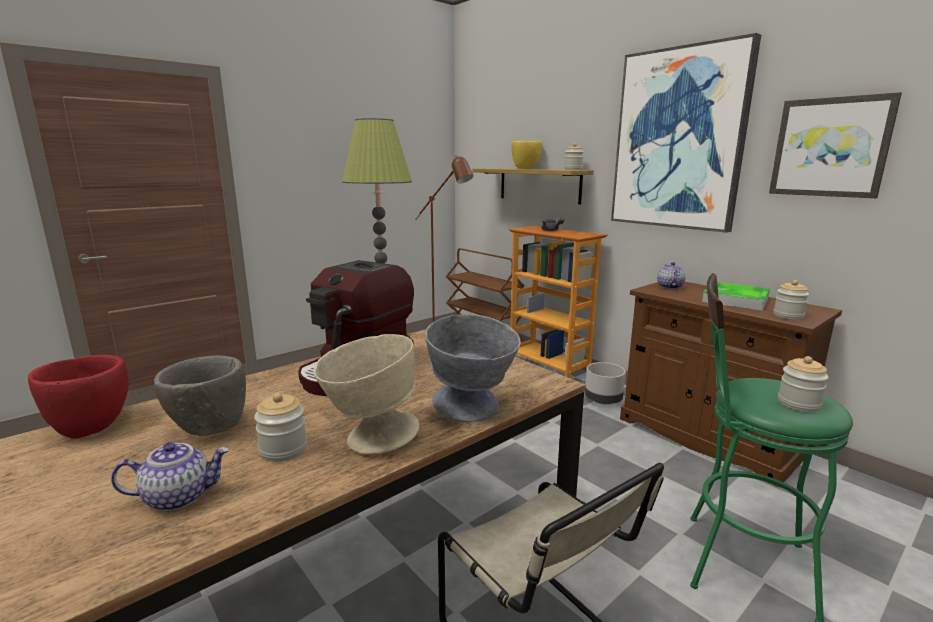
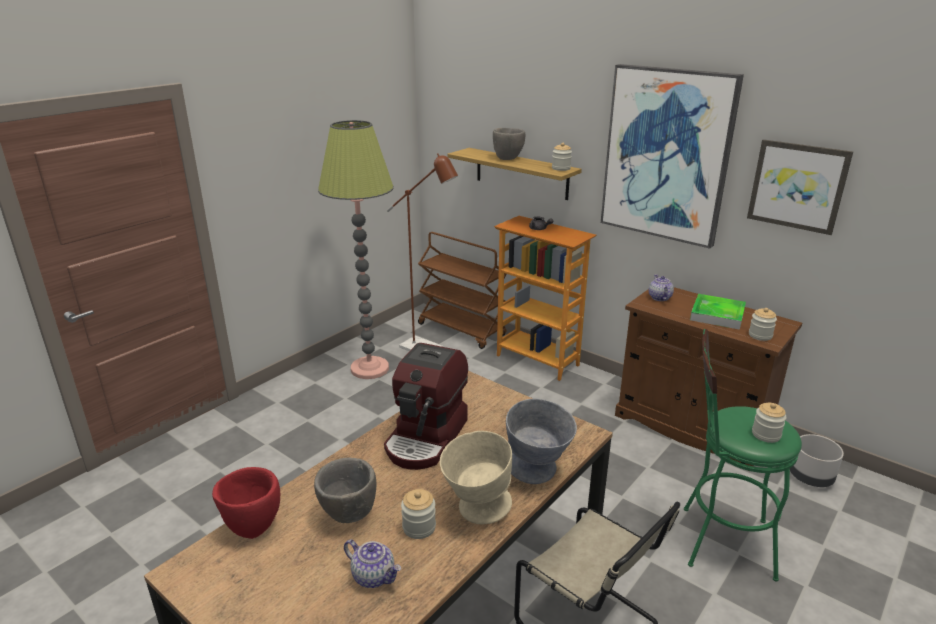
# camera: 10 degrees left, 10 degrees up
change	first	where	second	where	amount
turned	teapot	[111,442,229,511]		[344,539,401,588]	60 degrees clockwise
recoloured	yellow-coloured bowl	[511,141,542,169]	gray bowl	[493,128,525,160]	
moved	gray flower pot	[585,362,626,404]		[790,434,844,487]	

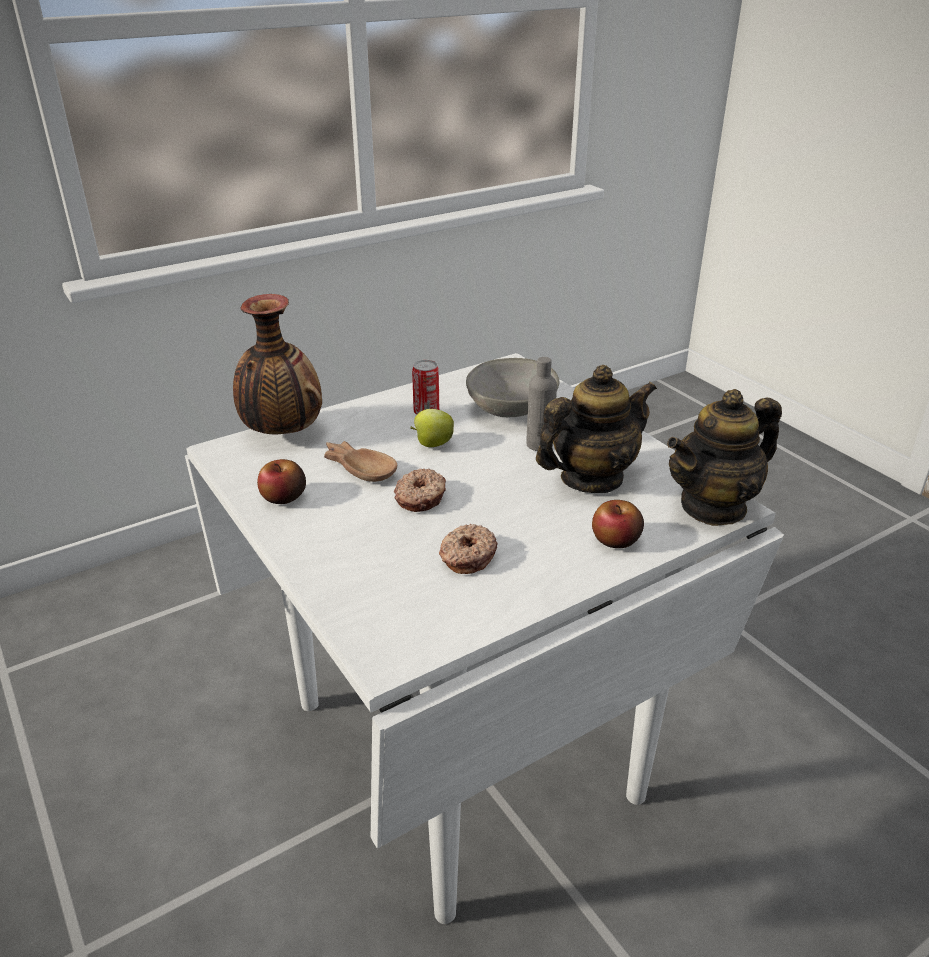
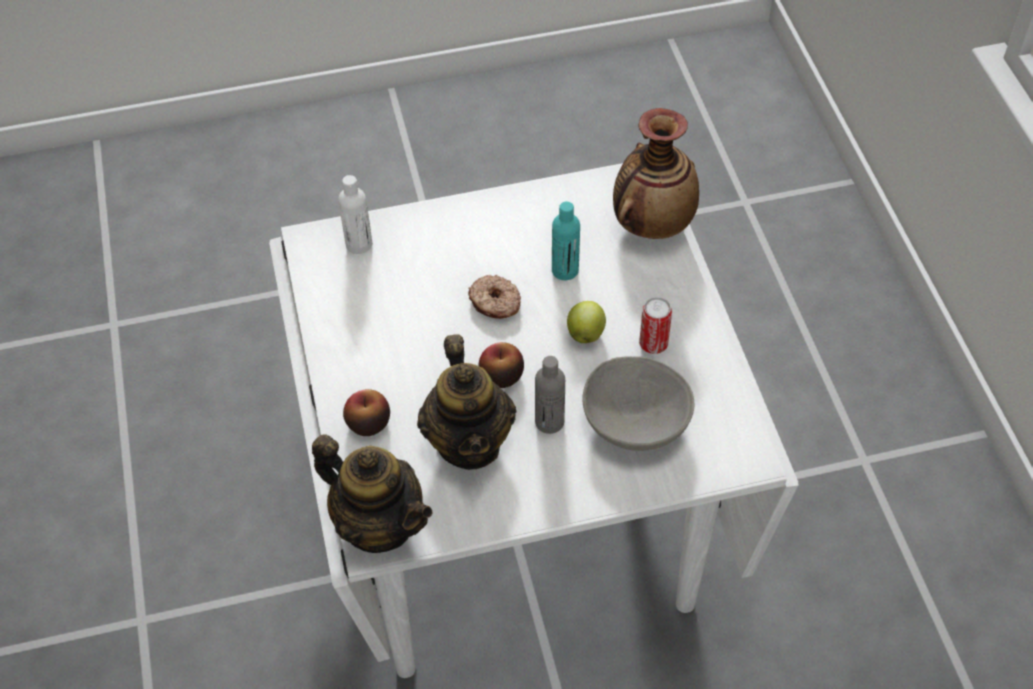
# camera: 110 degrees right, 20 degrees up
change	first	where	second	where	amount
turned	teapot	[667,389,782,526]		[312,434,432,553]	135 degrees clockwise
added			whitish beverage bottle	[338,175,372,254]	
moved	whole apple	[257,459,306,504]		[479,342,524,388]	
replaced	brown-coloured bowl	[324,441,397,482]	blue-green beverage bottle	[552,202,580,280]	
removed	doughnut	[439,524,498,574]			

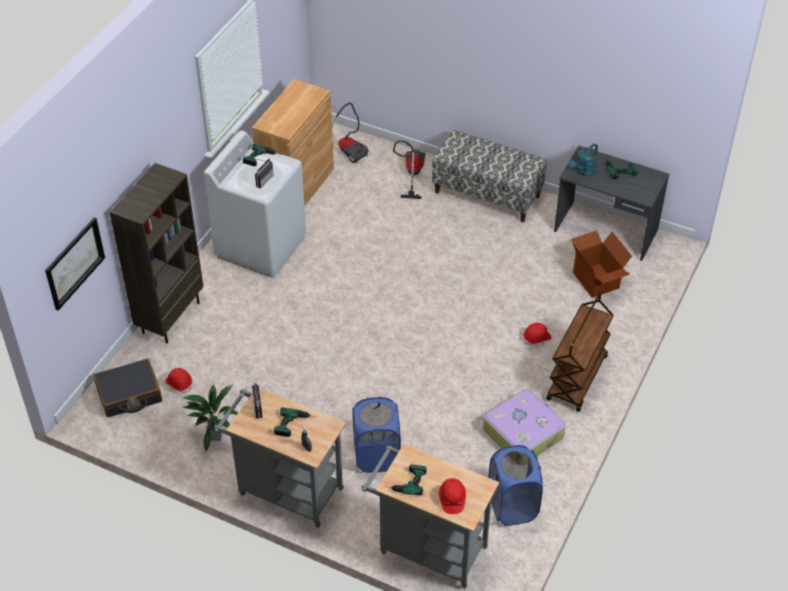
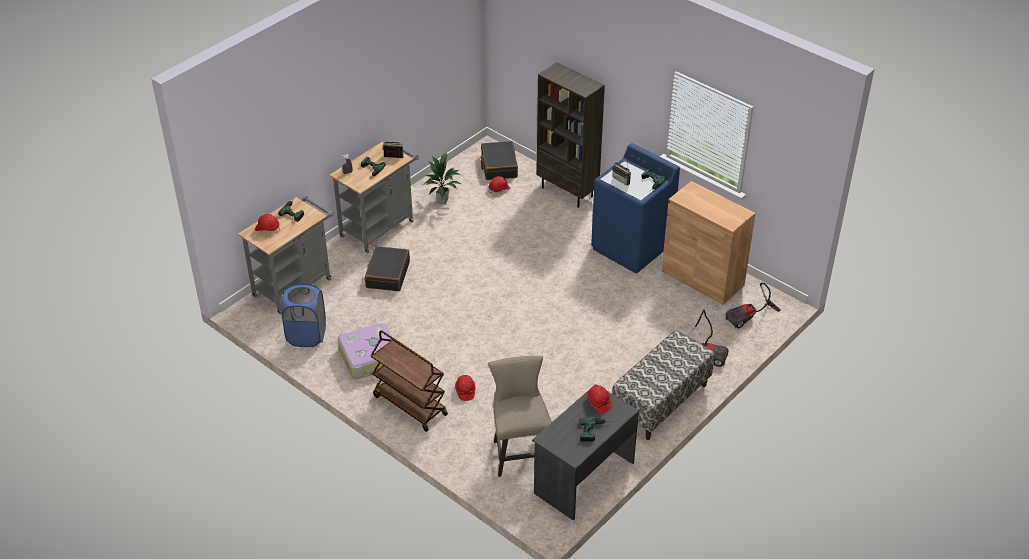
# camera: 105 degrees right, 5 degrees down
change	first	where	second	where	amount
replaced	blue laundry basket	[353,397,401,473]	black-coloured piece of luggage	[365,246,410,291]	
replaced	cardboard box	[571,230,632,298]	beige stool seat	[488,356,552,477]	
replaced	blue-green watering can	[568,144,598,176]	red-coloured work helmet	[586,385,612,413]	
recoloured	whitish laundry appliance	[204,130,306,278]	blue laundry appliance	[591,143,680,273]	
removed	picture	[45,217,105,311]			

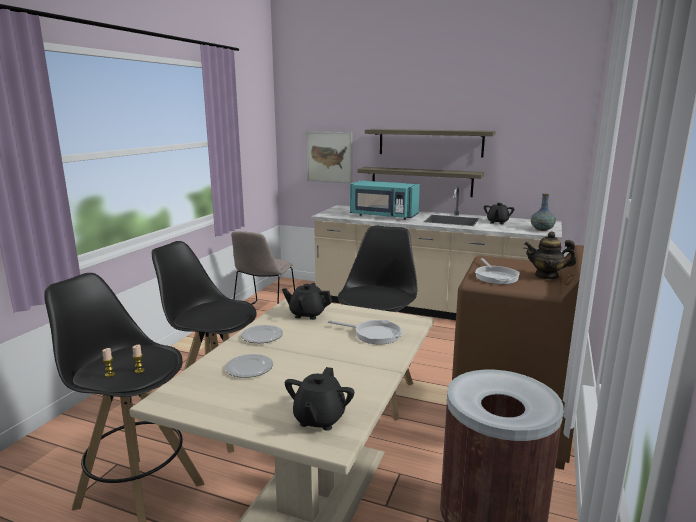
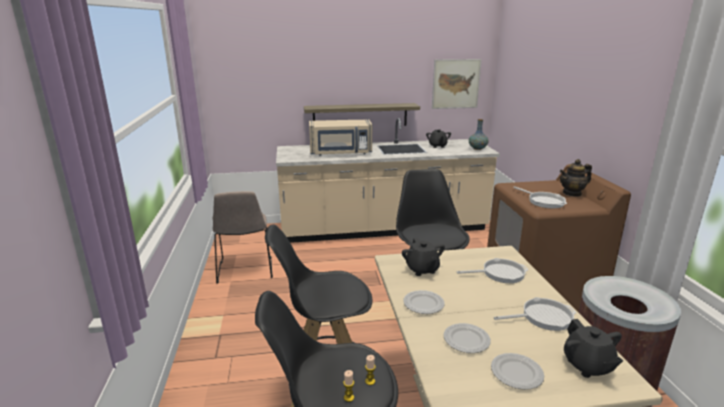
# camera: 30 degrees left, 5 degrees up
change	first	where	second	where	amount
recoloured	blue-green microwave	[350,181,420,220]	beige microwave	[309,119,372,156]	
turned	black-coloured teapot	[282,283,332,320]		[402,238,445,276]	90 degrees counterclockwise
moved	picture	[306,132,352,184]		[432,59,482,109]	
added			plate	[491,353,544,390]	
added			pan	[494,297,576,331]	
removed	wall shelf	[365,129,496,158]			

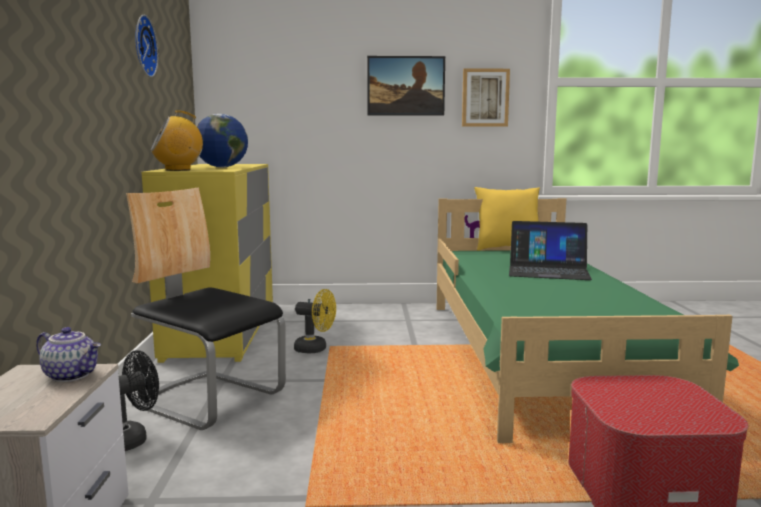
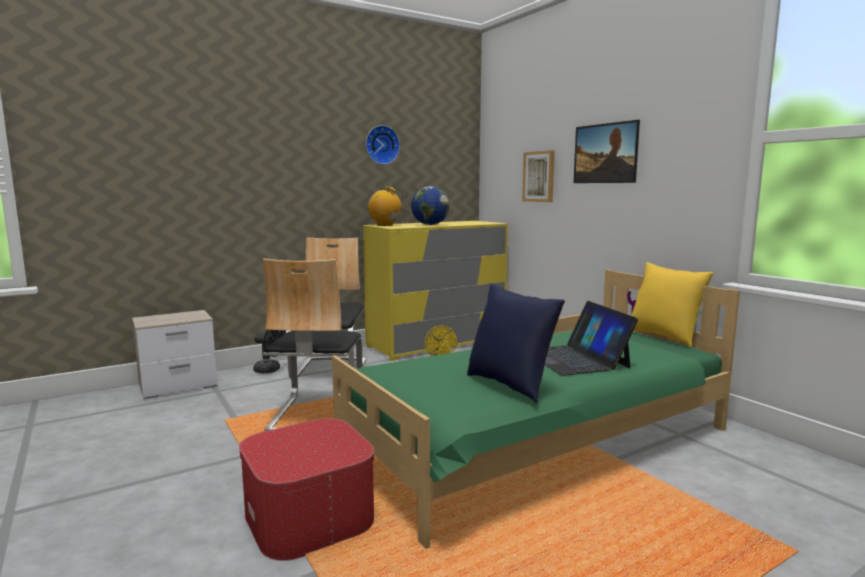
# camera: 60 degrees right, 0 degrees up
change	first	where	second	where	amount
added			upright chair	[263,259,362,431]	
added			blue throw pillow	[467,284,565,403]	
moved	picture	[462,68,510,127]		[522,150,555,202]	
removed	teapot	[36,327,101,382]			

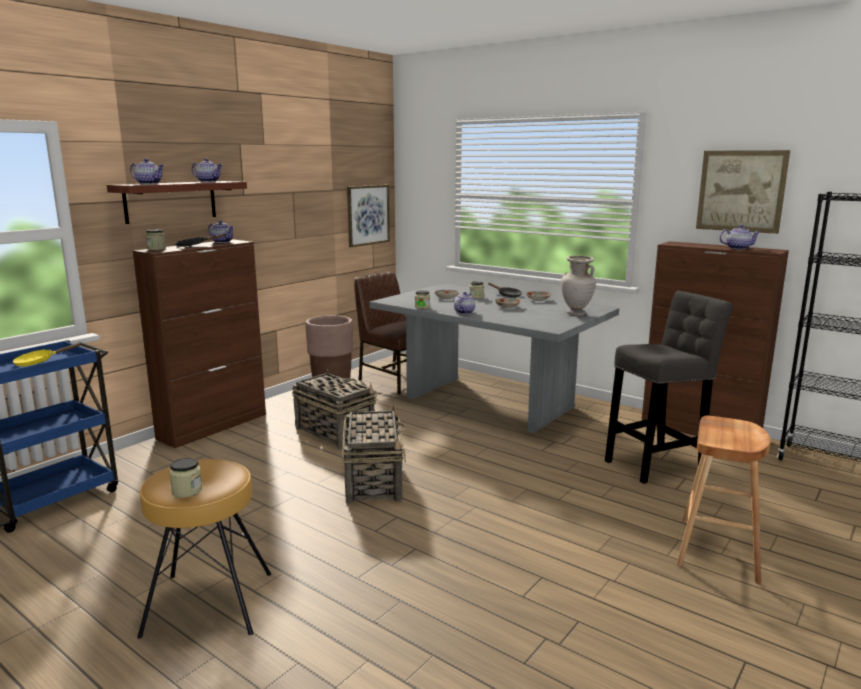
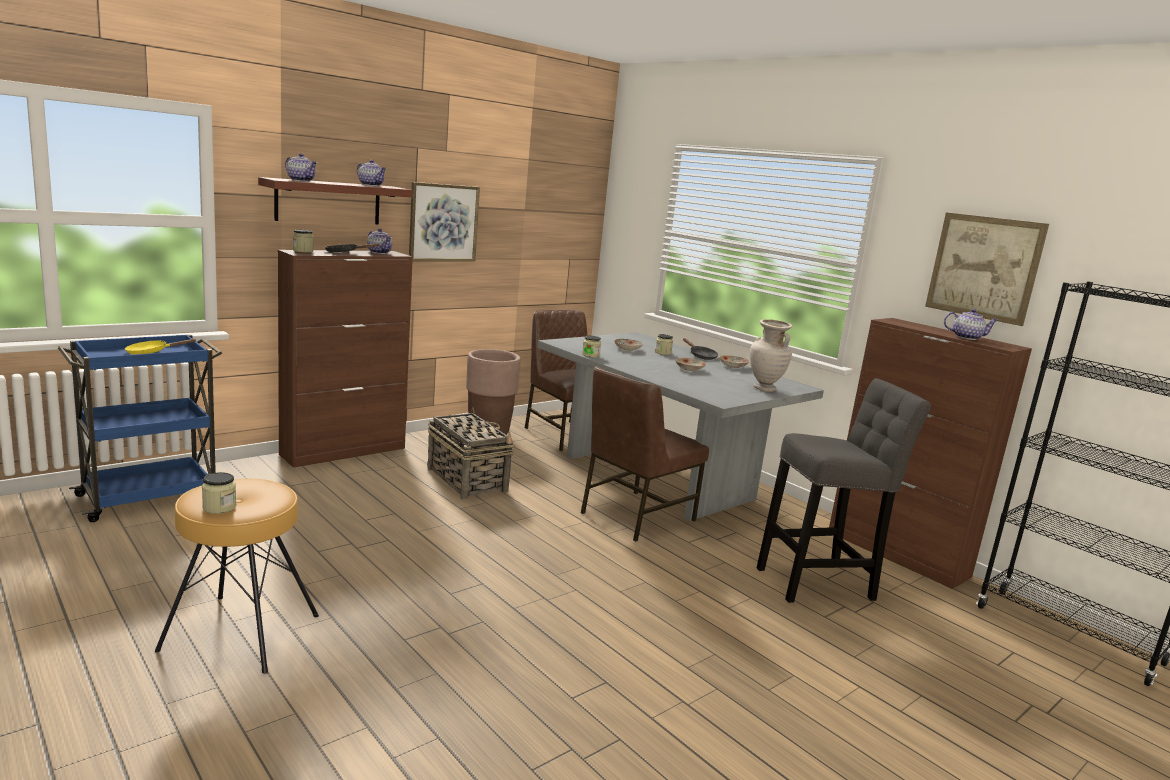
# camera: 10 degrees right, 0 degrees up
change	first	where	second	where	amount
moved	picture	[347,185,390,247]		[409,182,480,262]	
added			brown-coloured upright chair	[581,366,709,542]	
removed	household basket	[342,405,407,504]			
removed	teapot	[454,292,475,314]			
removed	brown-coloured stool seat	[676,416,771,584]			

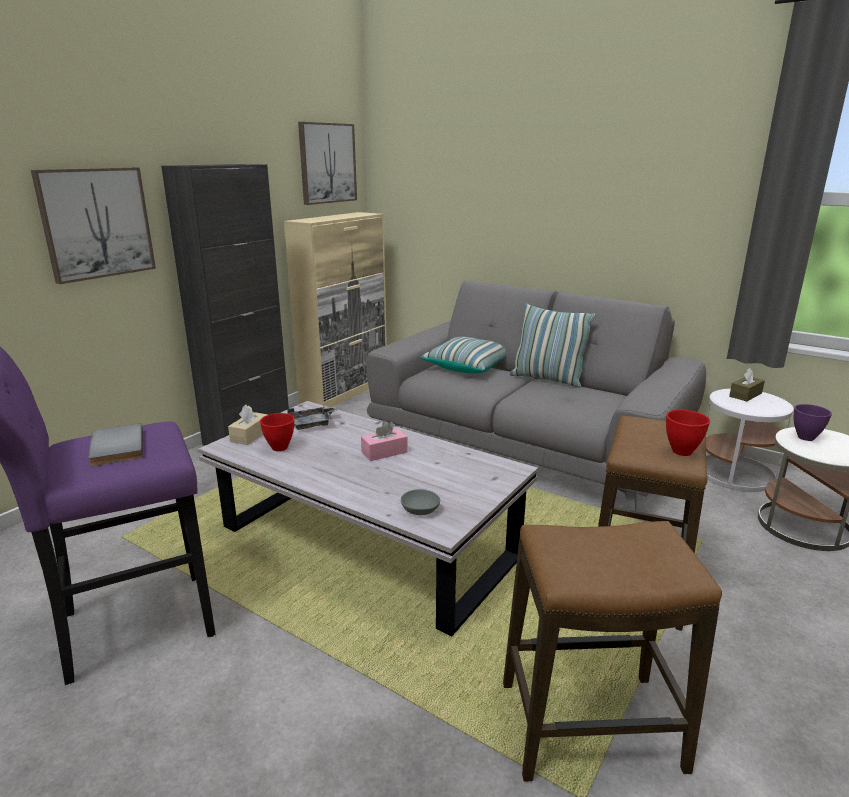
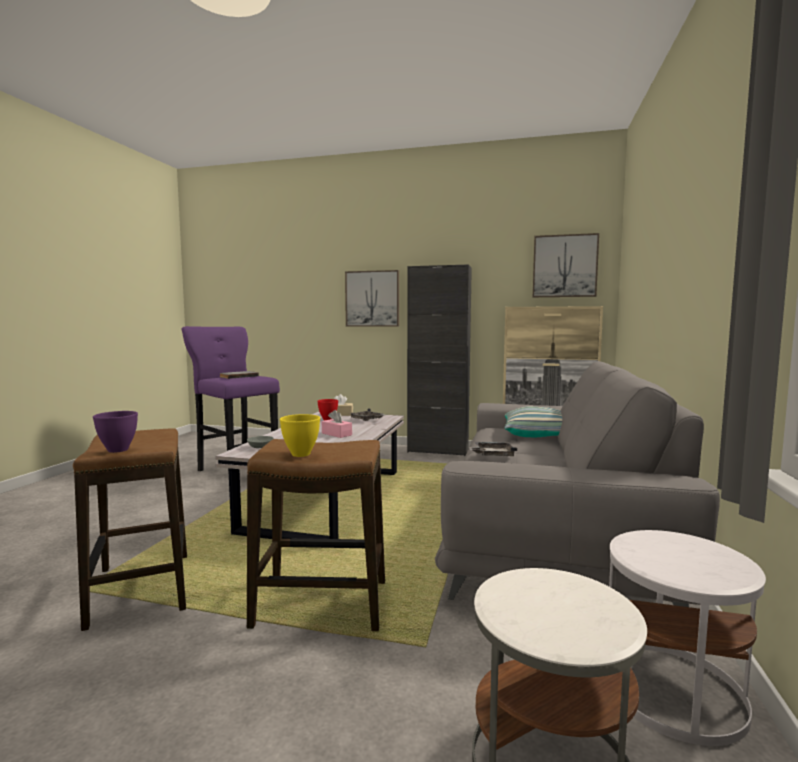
# camera: 70 degrees right, 15 degrees down
change	first	where	second	where	amount
moved	purple-coloured bowl	[794,404,832,441]		[93,411,138,453]	
recoloured	red-coloured bowl	[666,410,710,456]	yellow-coloured bowl	[280,414,320,457]	
added			gray serving tray	[469,442,517,456]	
removed	throw pillow	[510,303,596,388]			
removed	brown-coloured tissue holder	[729,368,765,402]			

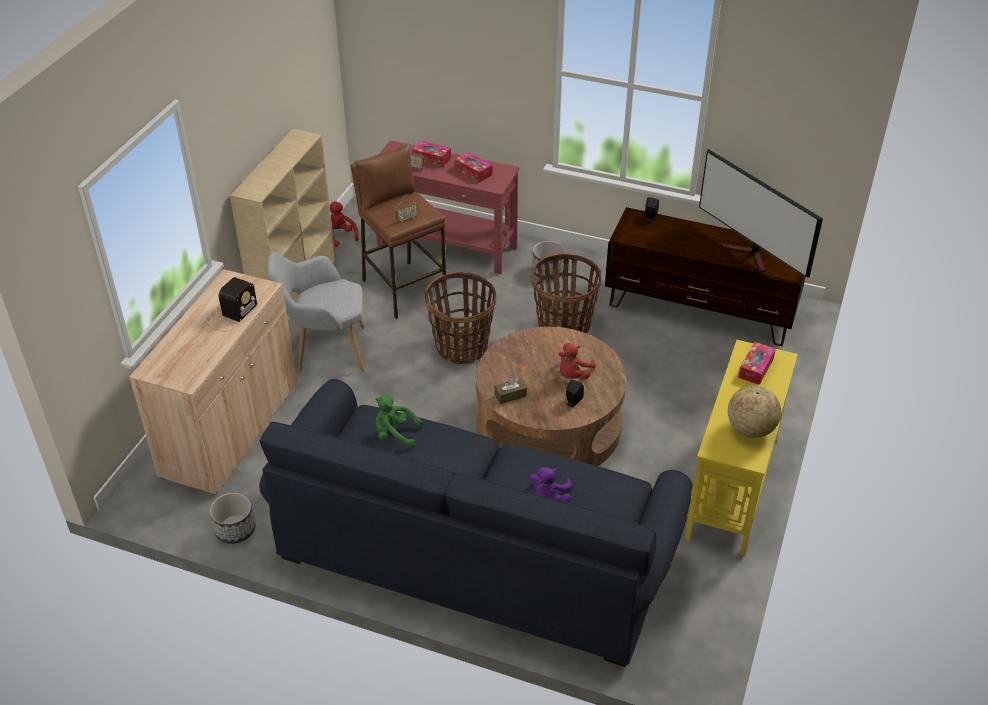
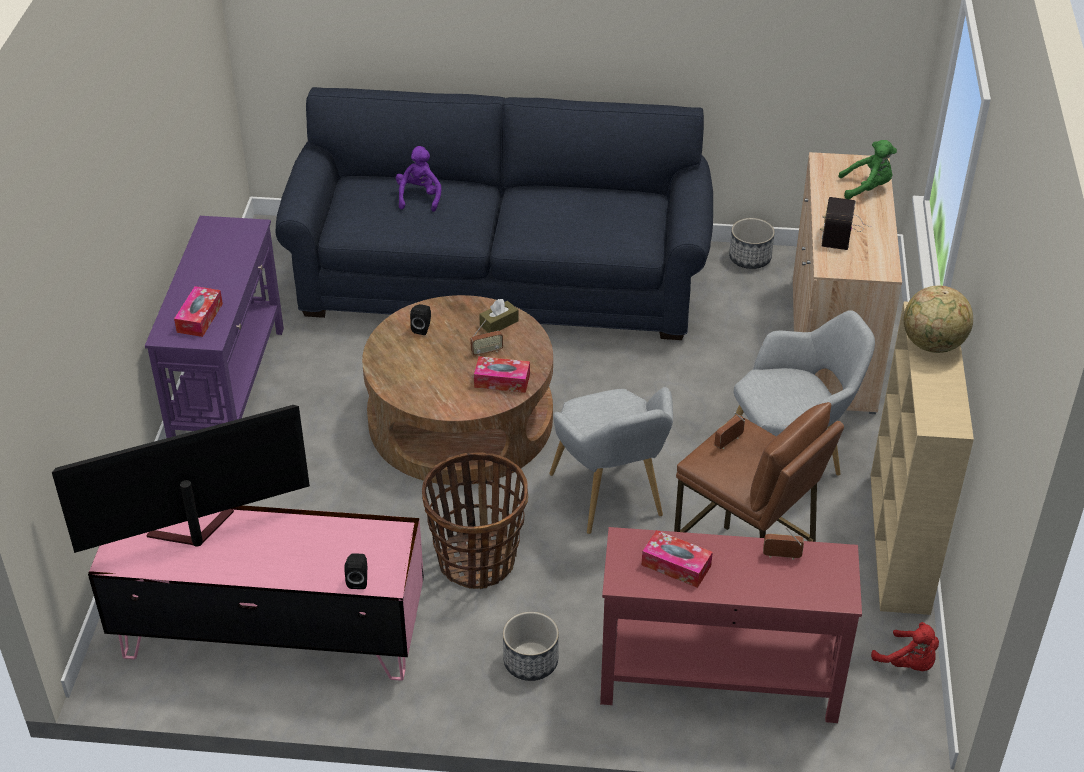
# camera: 165 degrees right, 0 degrees up
change	first	where	second	where	amount
turned	TV set	[699,149,823,278]		[52,405,310,553]	60 degrees counterclockwise
recoloured	brown-coloured media console	[605,207,806,346]	pink media console	[88,505,424,681]	
recoloured	yellow-coloured hall table	[685,340,798,556]	purple-coloured hall table	[145,216,284,438]	
added			radio	[470,320,503,356]	
moved	tissue holder	[412,141,451,167]		[474,356,530,393]	
replaced	household basket	[425,272,496,364]	gray armchair	[549,387,673,534]	
moved	green cuddly toy	[375,394,422,448]		[838,140,897,199]	
moved	world globe	[728,385,781,438]		[904,285,973,353]	
removed	red-coloured cuddly toy	[558,343,596,379]			

